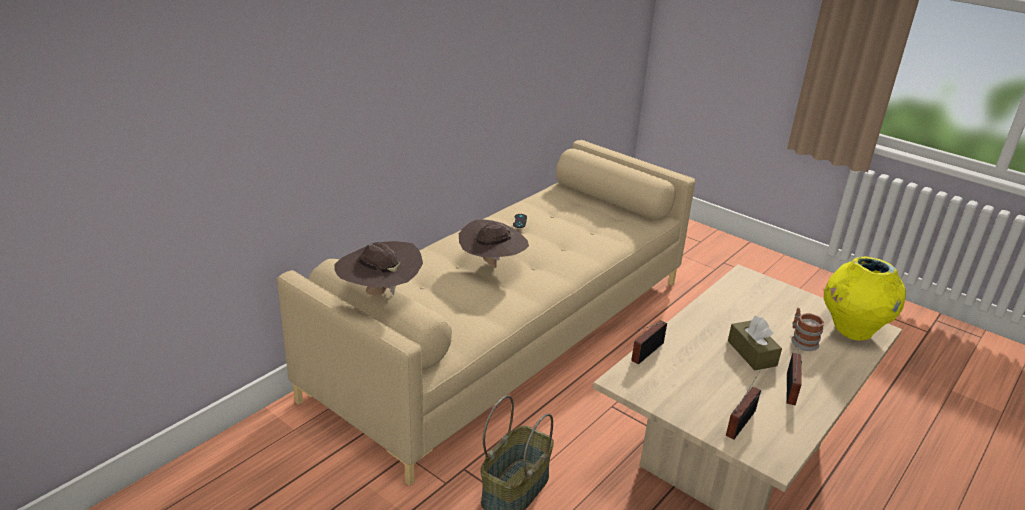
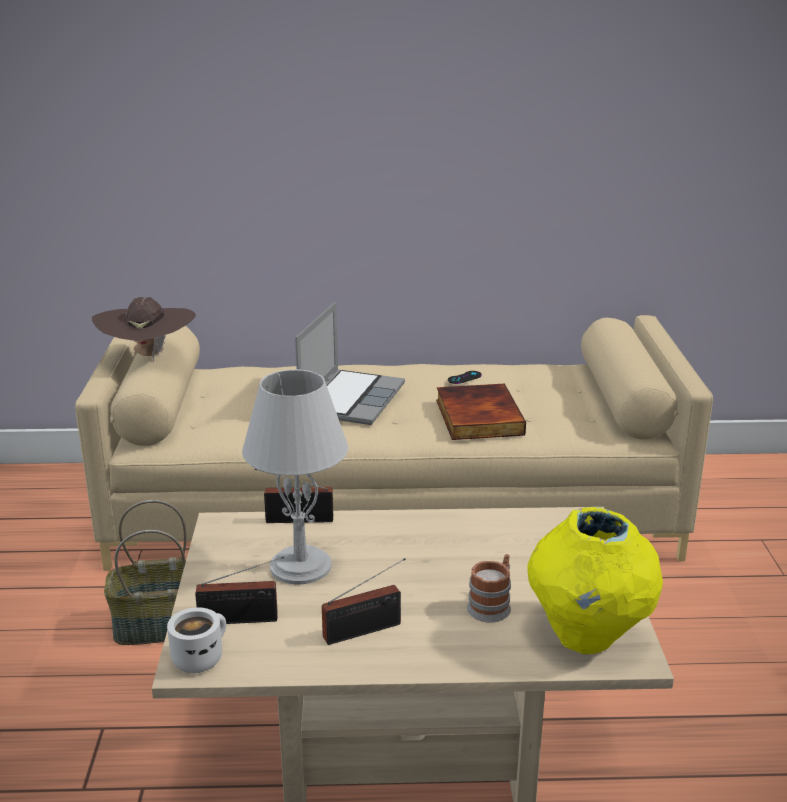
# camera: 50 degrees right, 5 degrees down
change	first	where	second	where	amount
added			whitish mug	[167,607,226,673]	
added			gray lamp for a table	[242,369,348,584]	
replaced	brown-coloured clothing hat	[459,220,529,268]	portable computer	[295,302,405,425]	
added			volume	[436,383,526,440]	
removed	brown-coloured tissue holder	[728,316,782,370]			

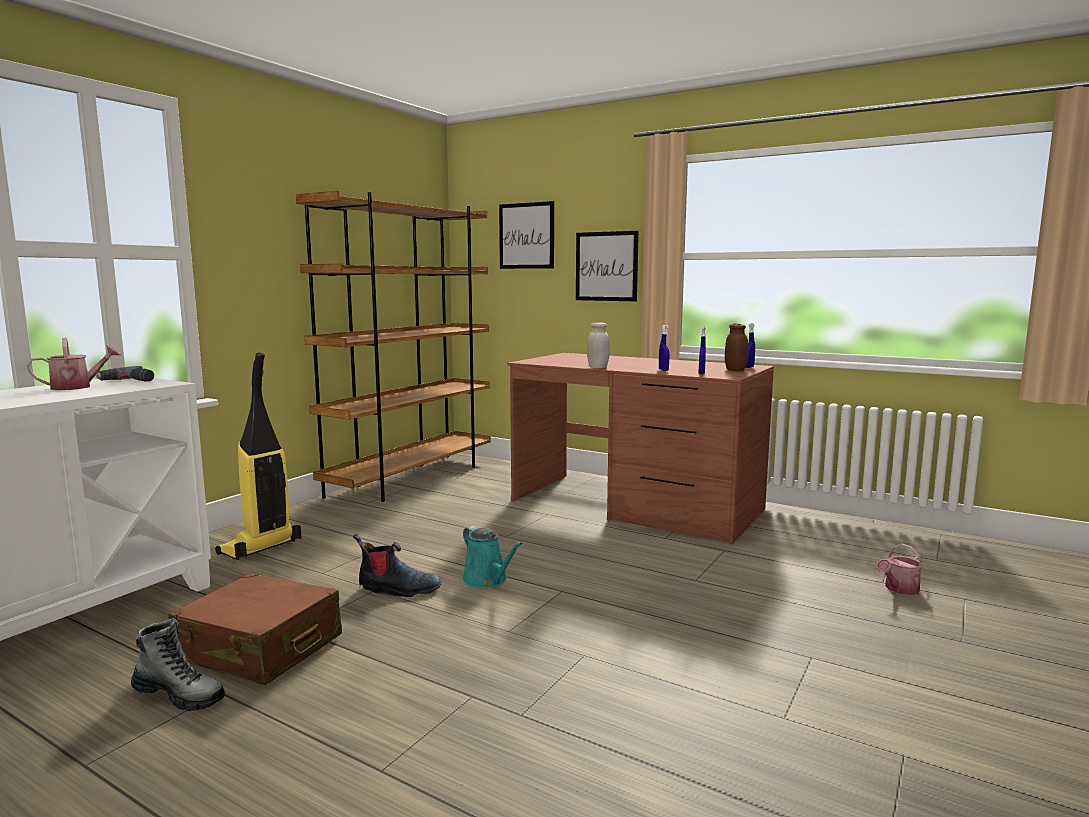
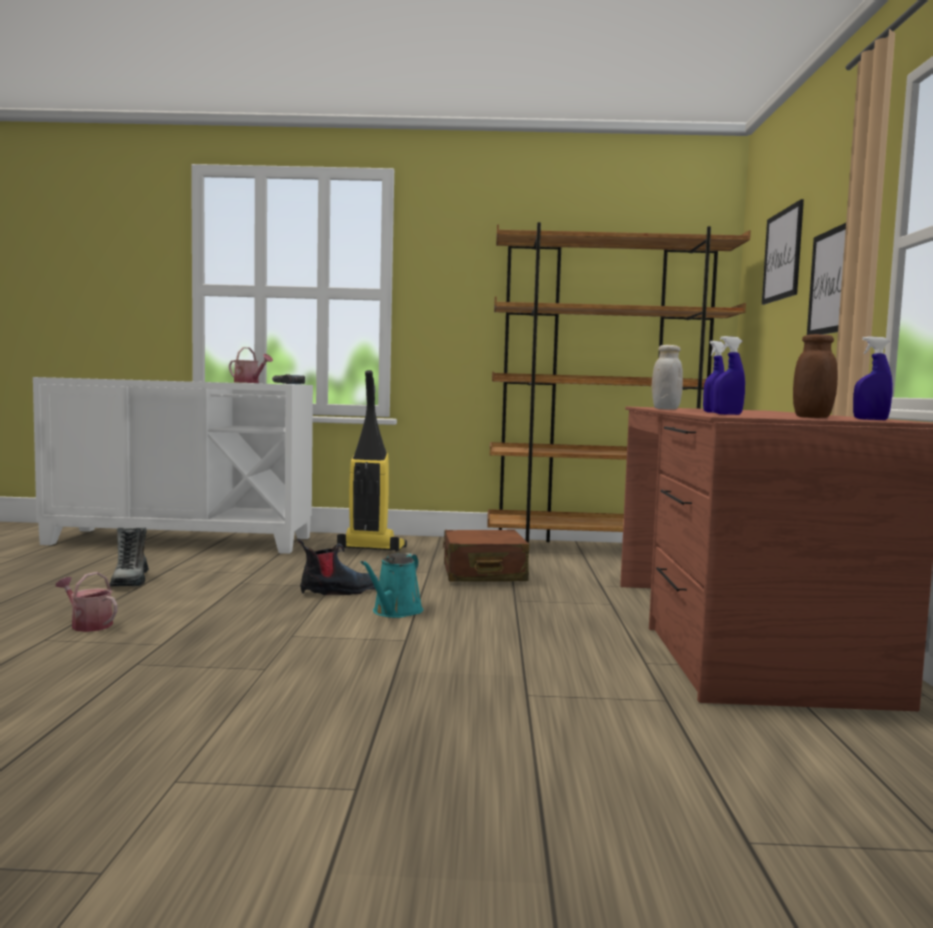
# camera: 60 degrees right, 5 degrees down
change	first	where	second	where	amount
moved	watering can	[876,544,923,595]		[56,572,118,632]	
turned	tall boot	[353,534,441,597]		[297,538,378,595]	90 degrees counterclockwise
moved	brown-coloured piece of luggage	[168,573,342,685]		[442,530,529,582]	

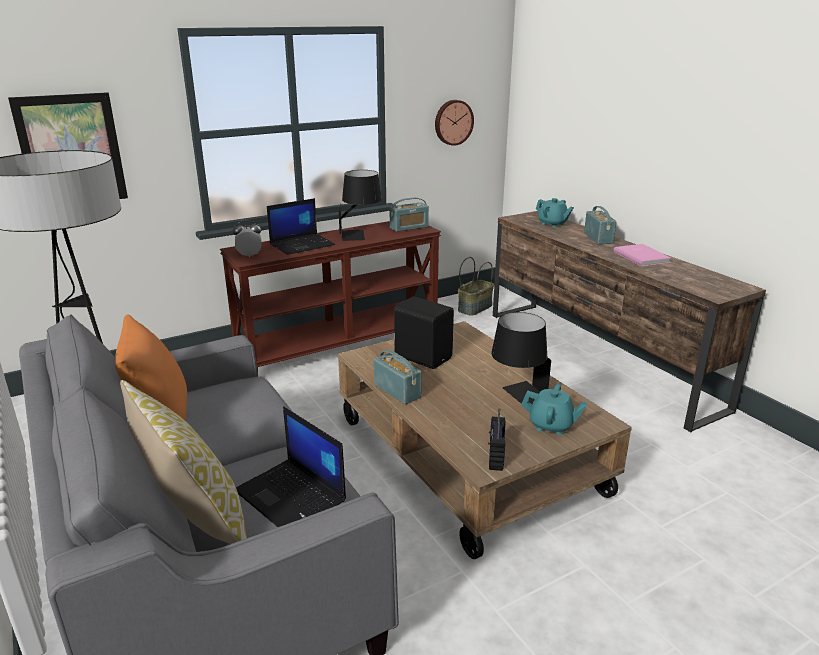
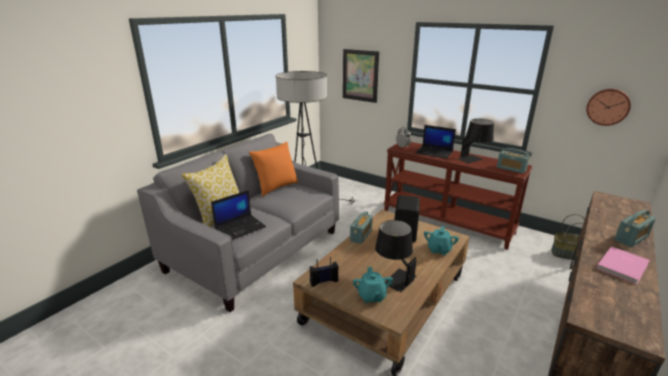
# camera: 65 degrees right, 0 degrees up
change	first	where	second	where	amount
turned	portable computer	[236,406,346,527]		[211,190,266,240]	150 degrees counterclockwise
moved	blue-green teapot	[536,198,574,227]		[424,226,459,255]	

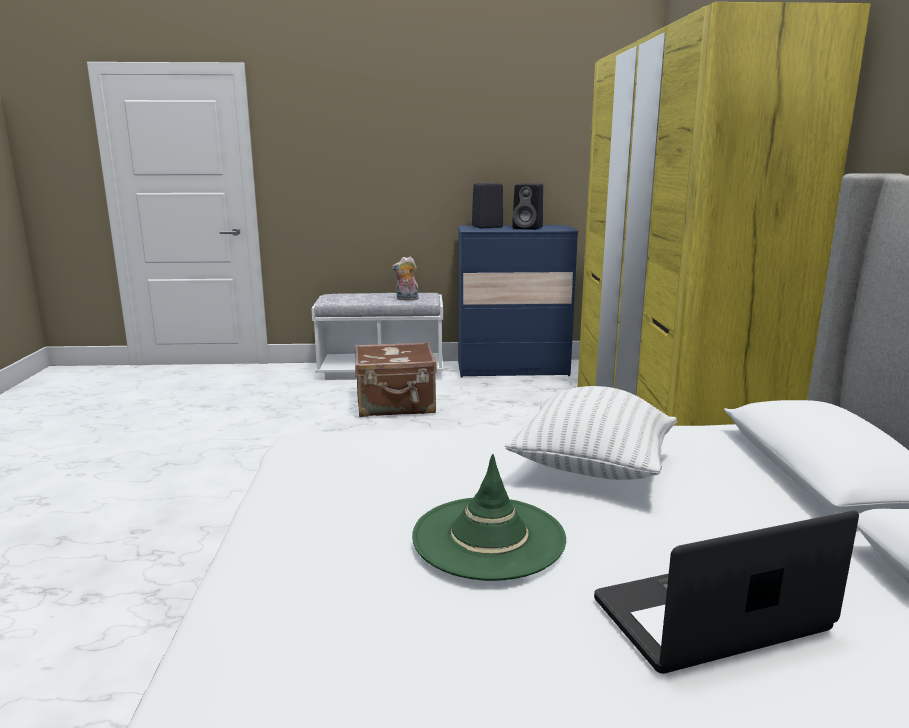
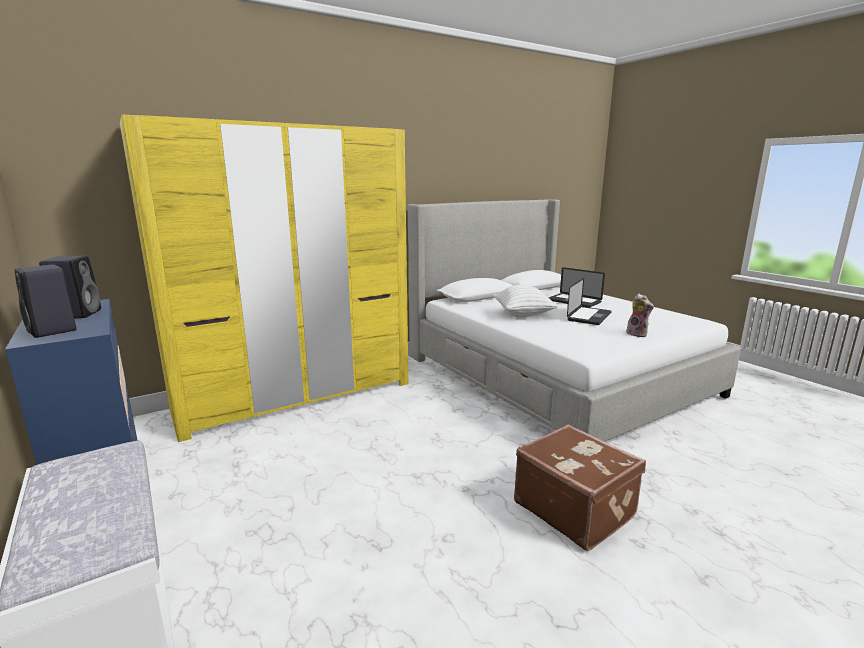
# camera: 120 degrees left, 0 degrees up
change	first	where	second	where	amount
moved	brown-coloured piece of luggage	[355,342,437,417]		[514,424,646,551]	
replaced	green clothing hat	[412,454,566,581]	portable computer	[567,278,612,325]	
moved	cuddly toy	[392,256,419,300]		[626,294,654,337]	

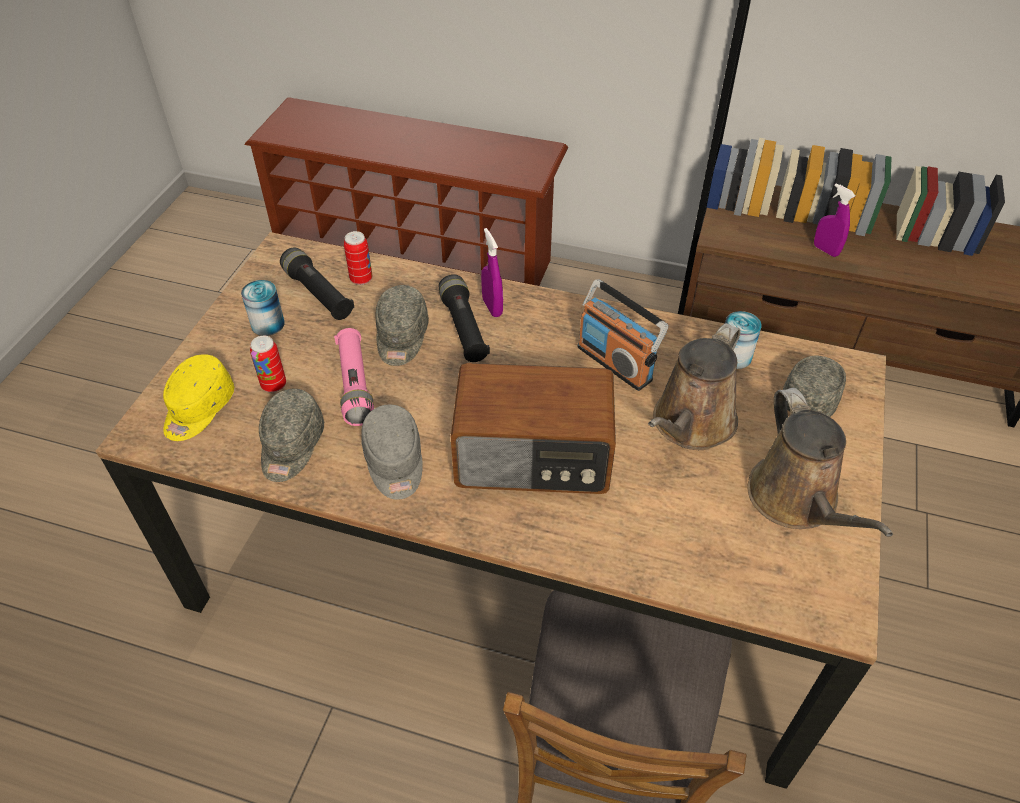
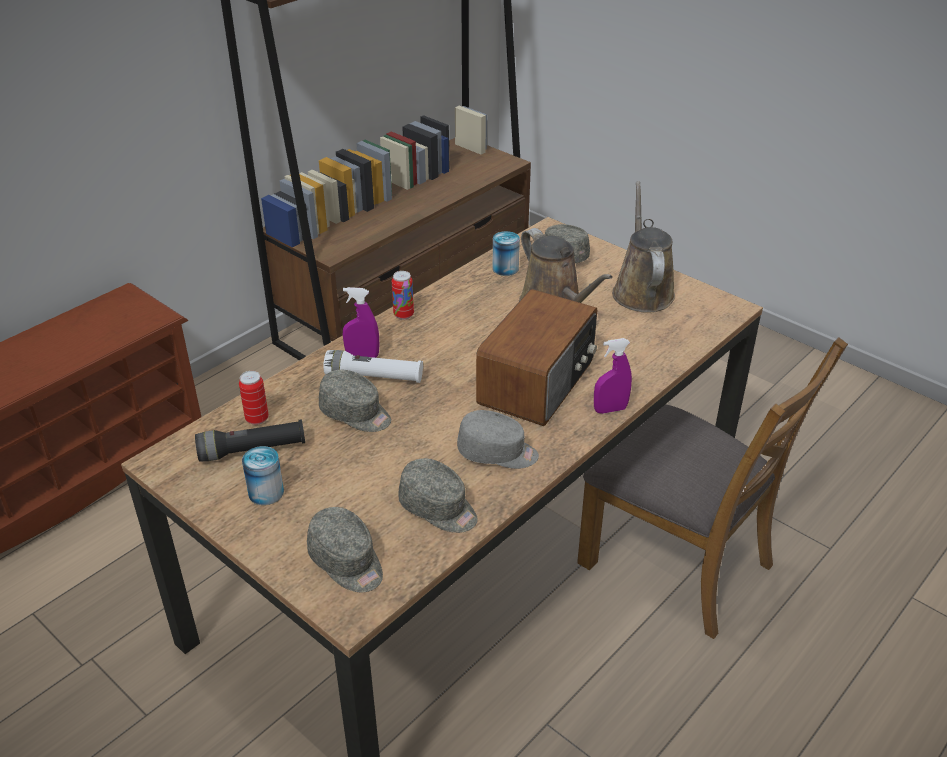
# camera: 65 degrees left, 10 degrees down
change	first	where	second	where	amount
recoloured	yellow-coloured peaked cap	[163,354,234,441]	gray peaked cap	[307,507,383,592]	
recoloured	black-coloured torch	[439,274,490,362]	whitish torch	[323,350,423,383]	
moved	can	[250,336,286,392]		[392,271,414,320]	
moved	purple-coloured hand sprayer	[814,183,855,257]		[594,338,632,414]	
turned	brown-coloured watering can	[748,388,893,537]		[612,181,675,313]	105 degrees counterclockwise
removed	pink torch	[334,328,374,426]			
removed	radio	[577,280,669,391]			

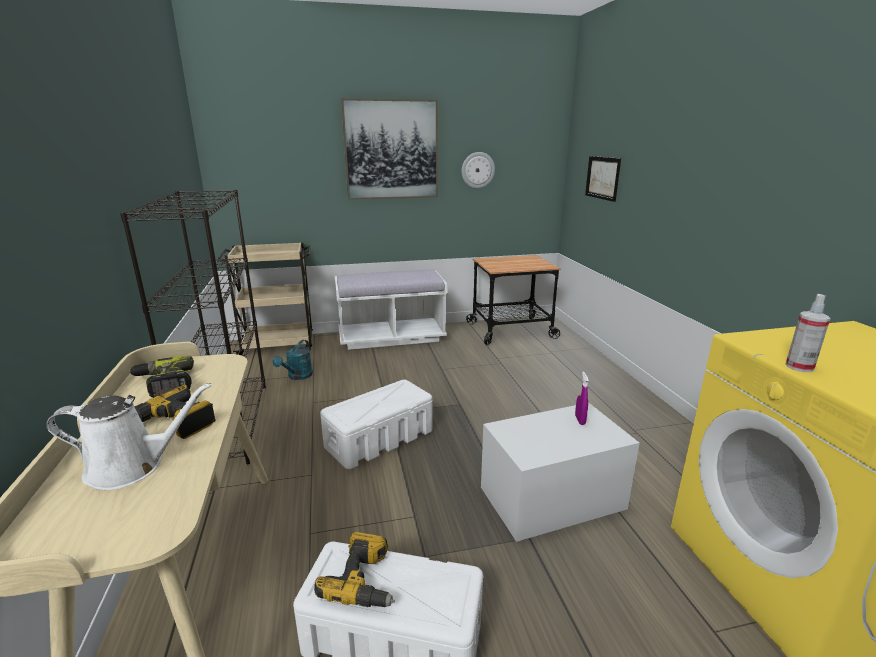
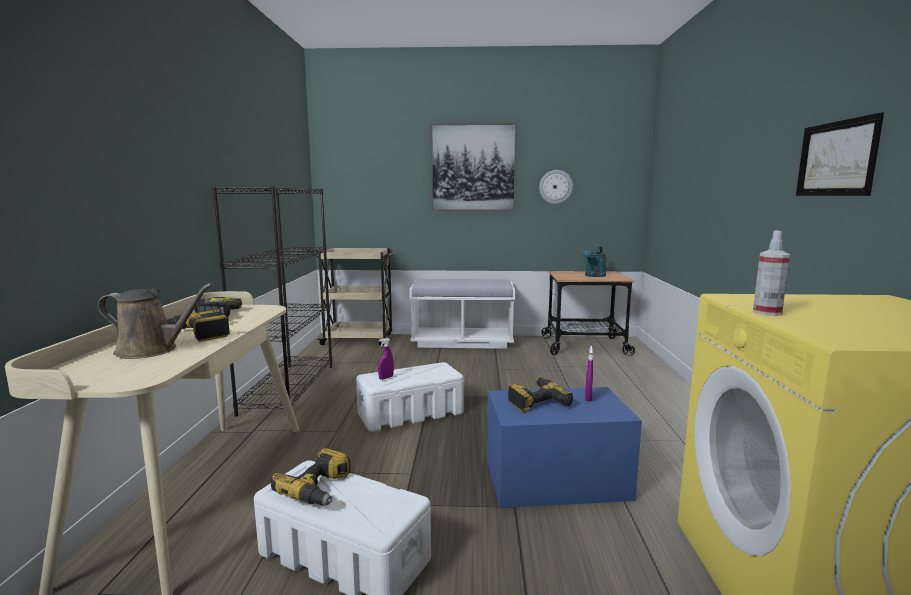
# camera: 15 degrees right, 10 degrees down
change	first	where	second	where	amount
recoloured	whitish watering can	[46,383,212,490]	brown-coloured watering can	[98,283,213,359]	
added			purple-coloured hand sprayer	[378,338,394,380]	
recoloured	whitish storage bin	[481,403,640,542]	blue storage bin	[487,387,642,508]	
added			power drill	[508,378,573,412]	
moved	blue-green watering can	[273,340,313,380]		[582,246,607,277]	
moved	picture	[585,156,621,202]		[796,112,884,196]	

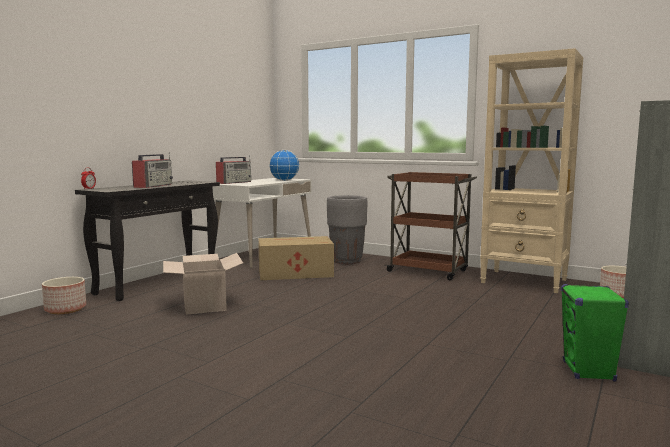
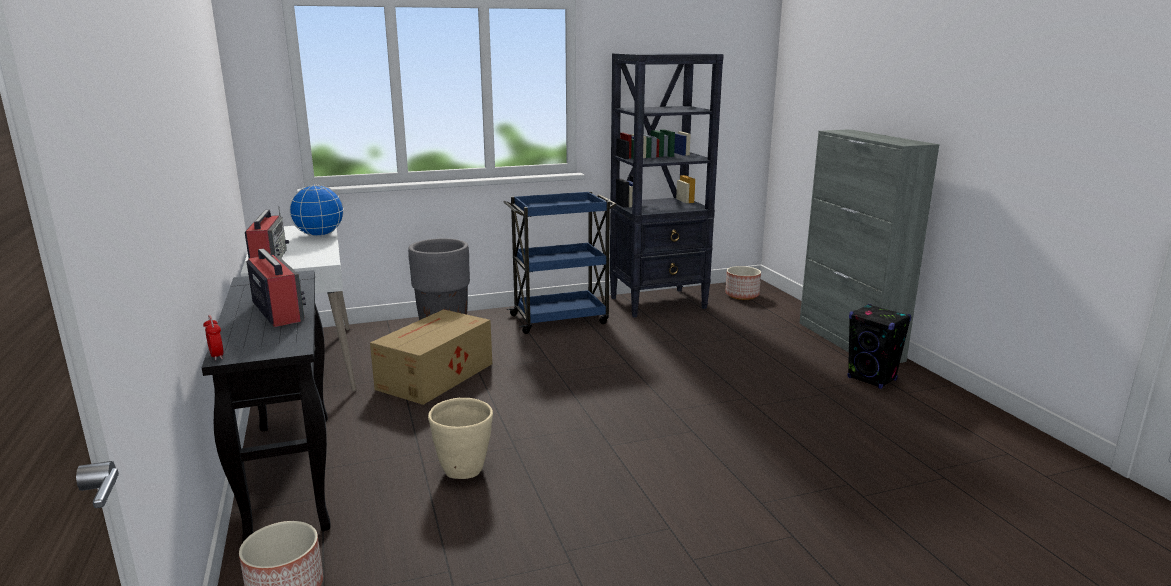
# camera: 50 degrees left, 10 degrees up
change	first	where	second	where	amount
replaced	cardboard box	[163,253,243,315]	beige flower pot	[428,398,493,479]	
recoloured	brown-coloured wheeled cart	[385,172,477,280]	blue wheeled cart	[504,191,617,334]	
recoloured	beige shelving unit	[480,48,583,293]	black-coloured shelving unit	[610,53,724,318]	
recoloured	green speaker	[561,284,629,382]	black-coloured speaker	[847,304,912,389]	

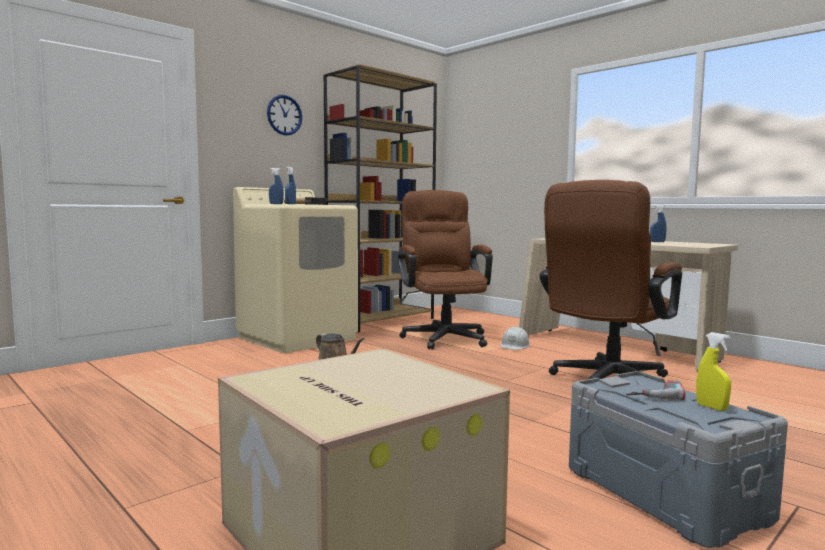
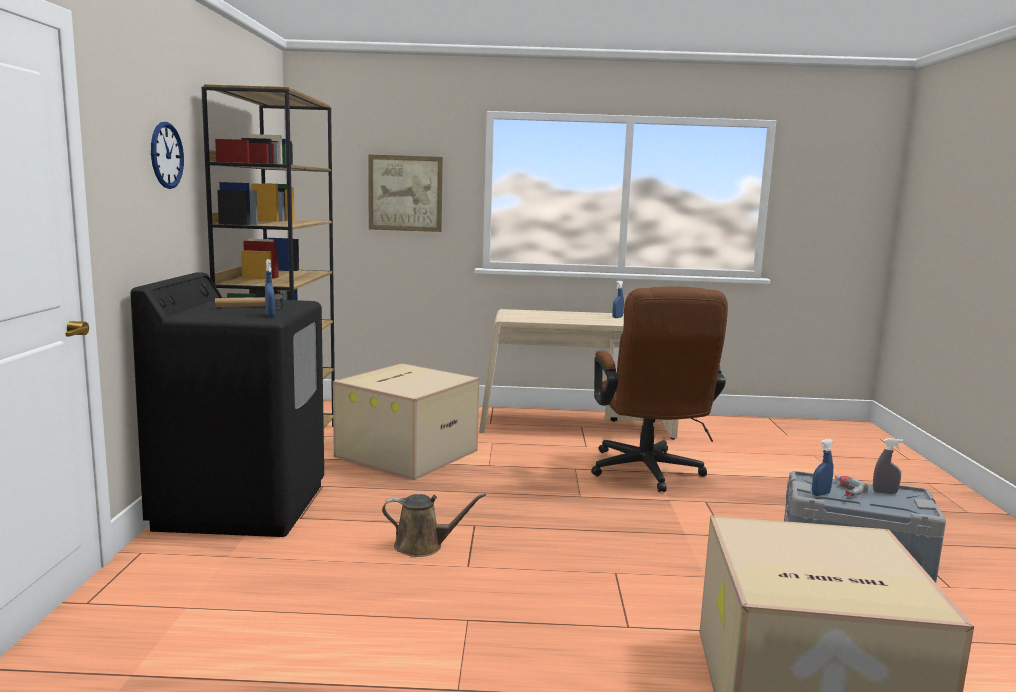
# camera: 45 degrees left, 5 degrees up
change	first	where	second	where	amount
recoloured	beige laundry appliance	[233,187,358,353]	black-coloured laundry appliance	[130,272,324,537]	
replaced	brown-coloured desk chair	[397,190,493,350]	cardboard box	[333,363,479,480]	
added			picture	[368,154,443,232]	
moved	blue hand sprayer	[269,168,284,204]		[812,439,834,496]	
recoloured	yellow-coloured hand sprayer	[696,332,731,411]	gray hand sprayer	[873,438,903,494]	
removed	whitish work helmet	[500,327,530,350]			

